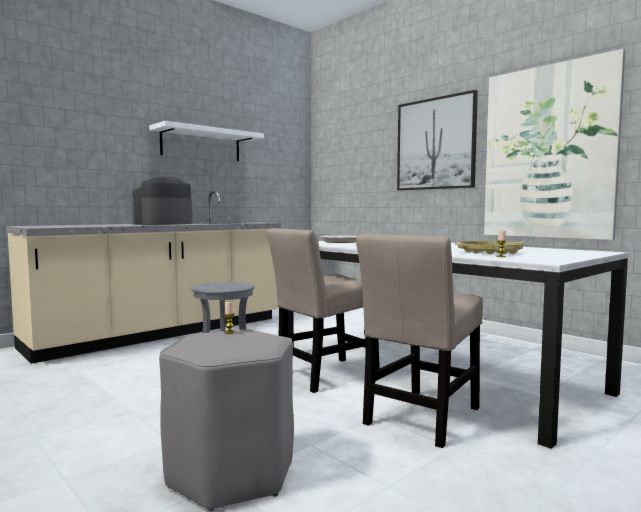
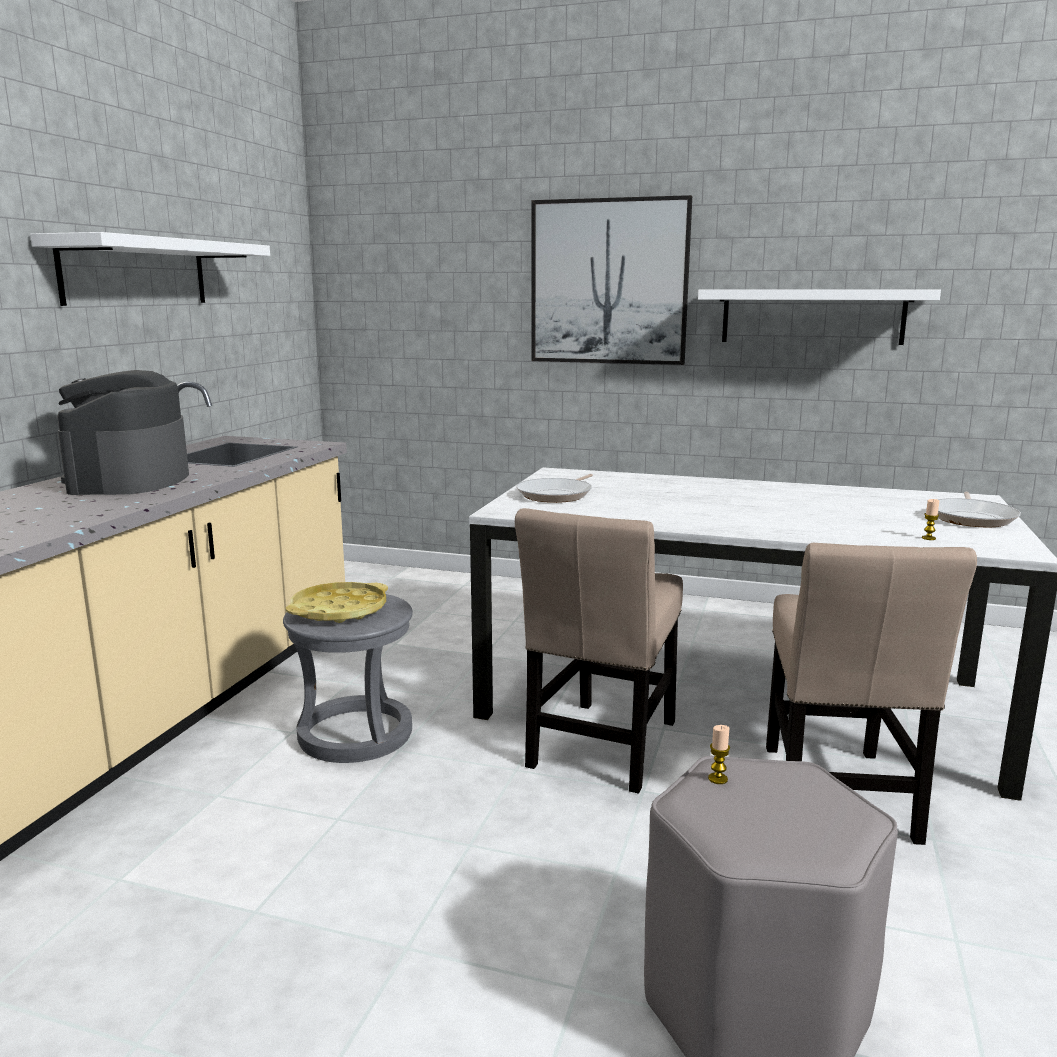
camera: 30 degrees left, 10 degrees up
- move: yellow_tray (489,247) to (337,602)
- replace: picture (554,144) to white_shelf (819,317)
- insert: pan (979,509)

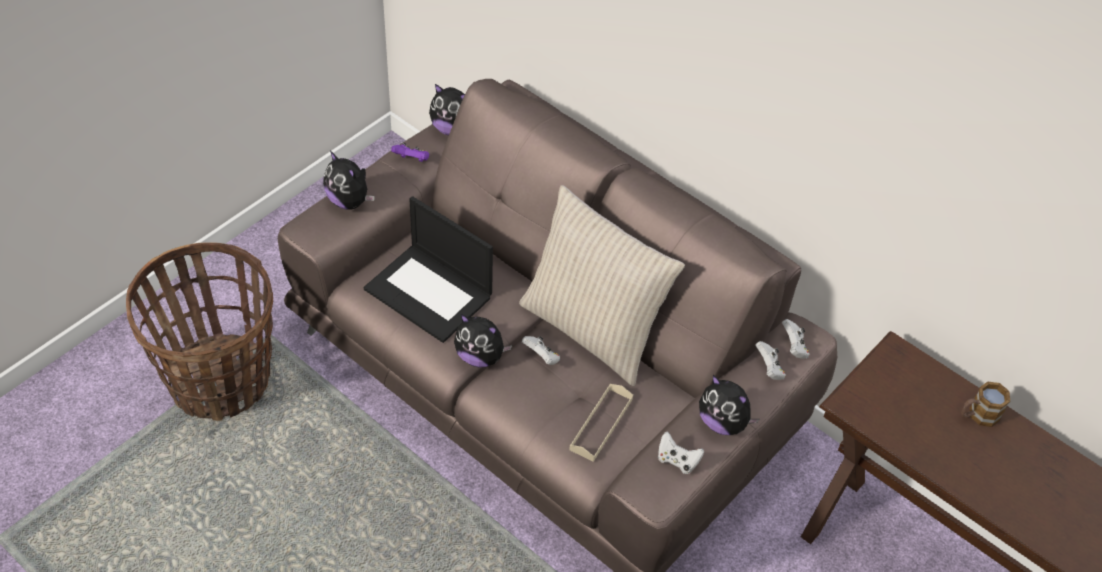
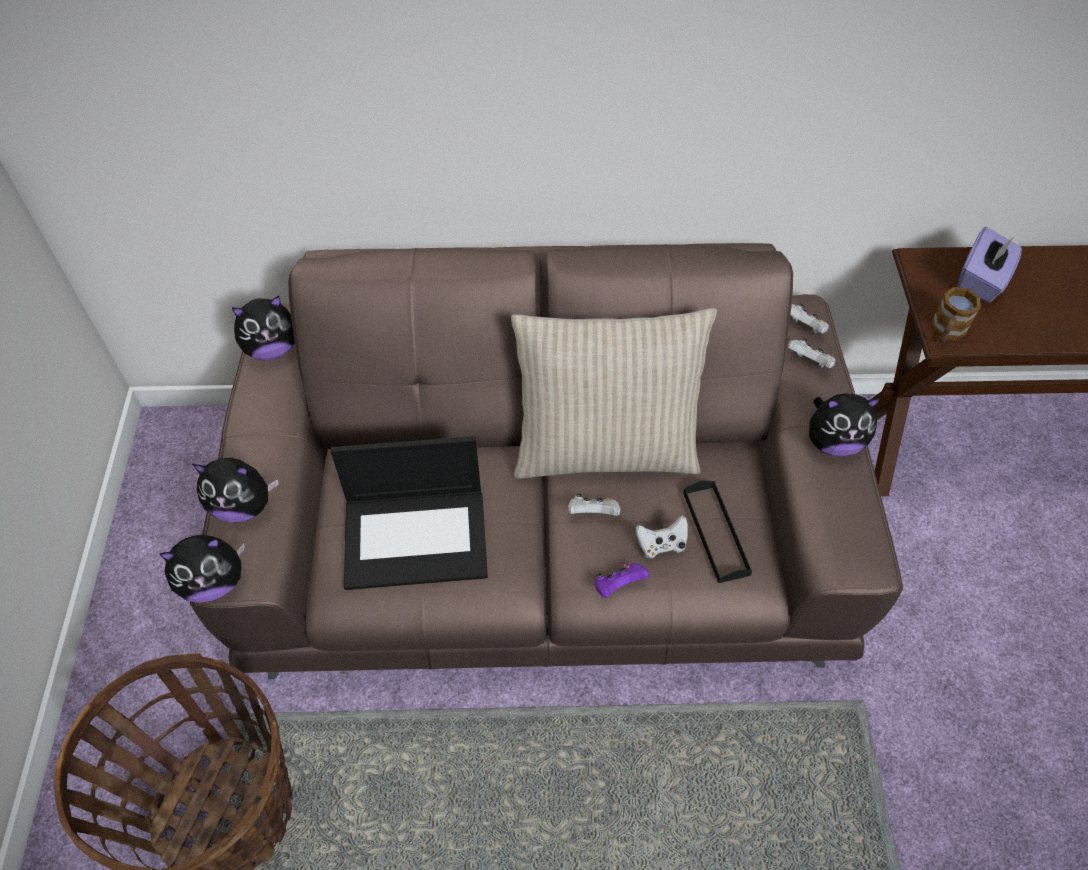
camera: 40 degrees left, 5 degrees up
- move: purplish_gamepad (410,152) to (622,580)
- move: soft_toy (483,340) to (202,569)
- recolor: sand-coloured_tray (601,423) to blackish_tray (717,531)
- move: white_gamepad (681,452) to (662,536)
- move: coffee_mug (985,404) to (956,315)
- insert: purplish_tissue_holder (989,265)

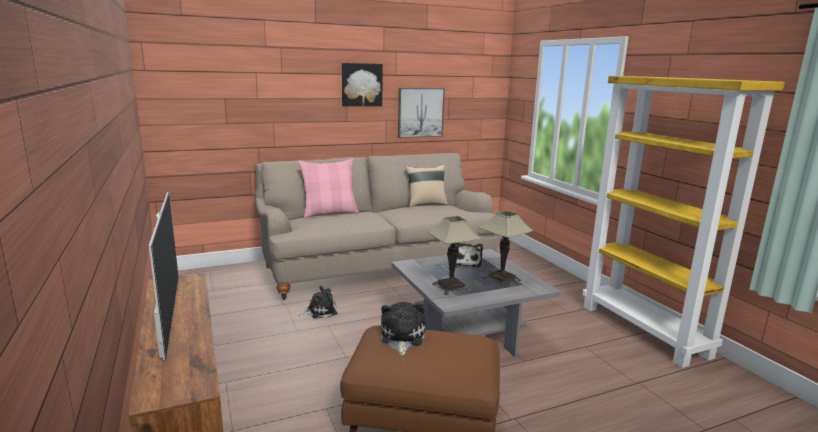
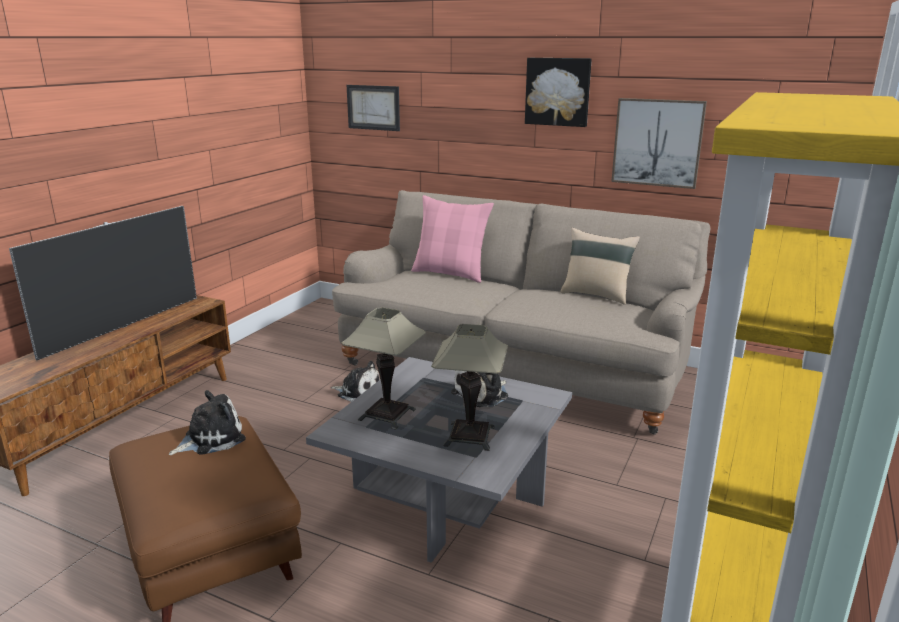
camera: 50 degrees right, 5 degrees up
- insert: picture (373,108)

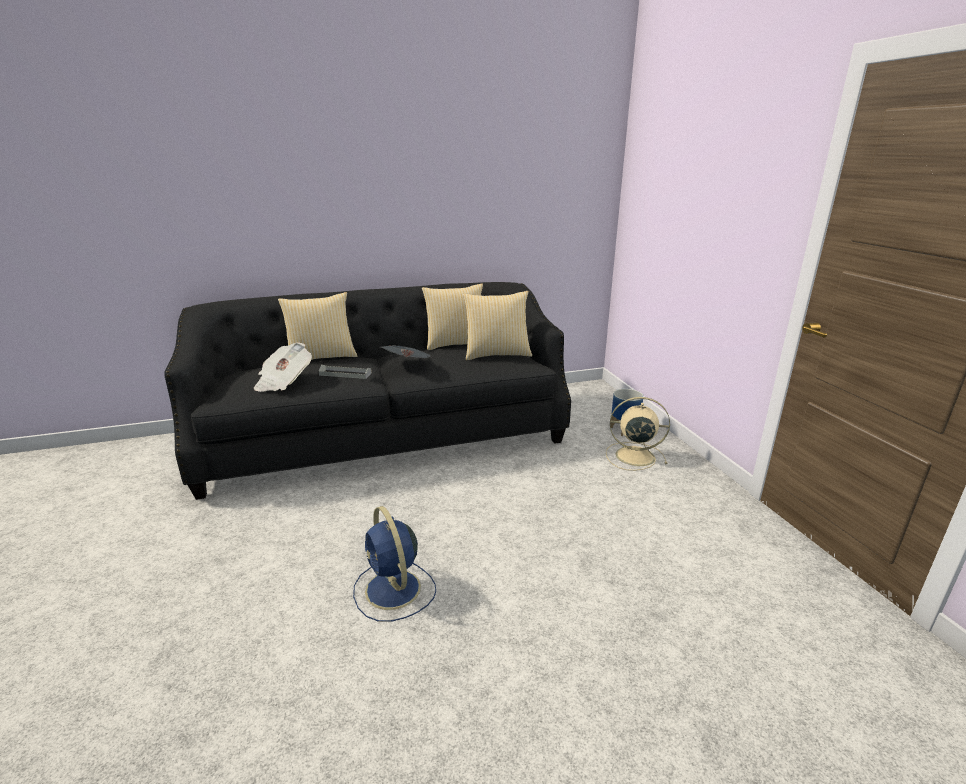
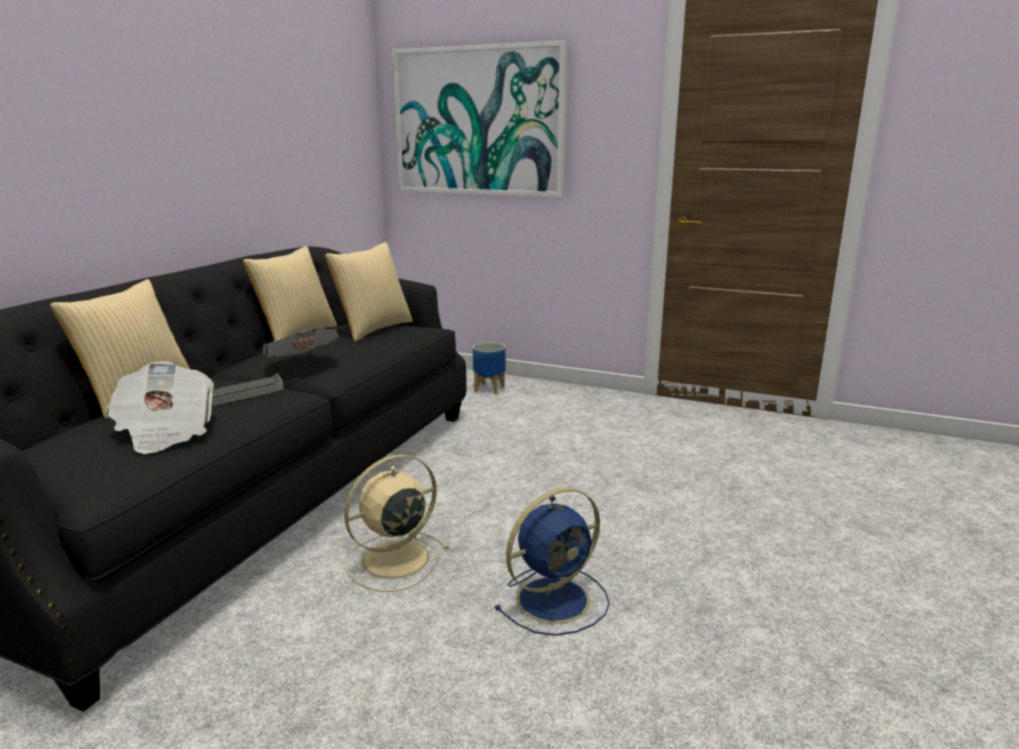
camera: 50 degrees left, 5 degrees down
- rotate: blue_fan (394,564) = (552,561) 45 degrees counterclockwise
- move: sand-coloured_fan (638,434) to (396,523)
- insert: picture (480,118)

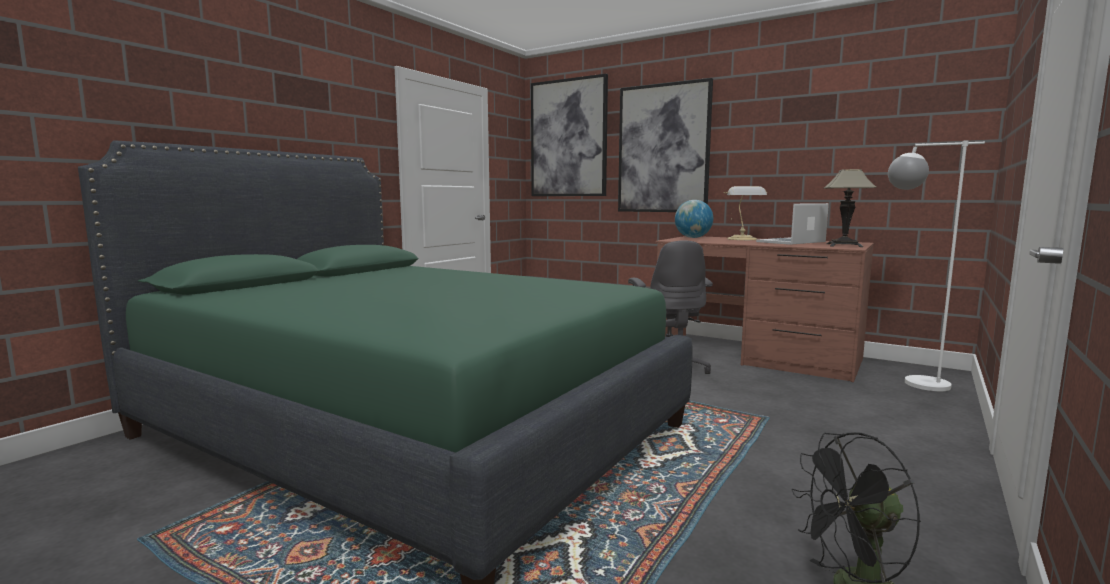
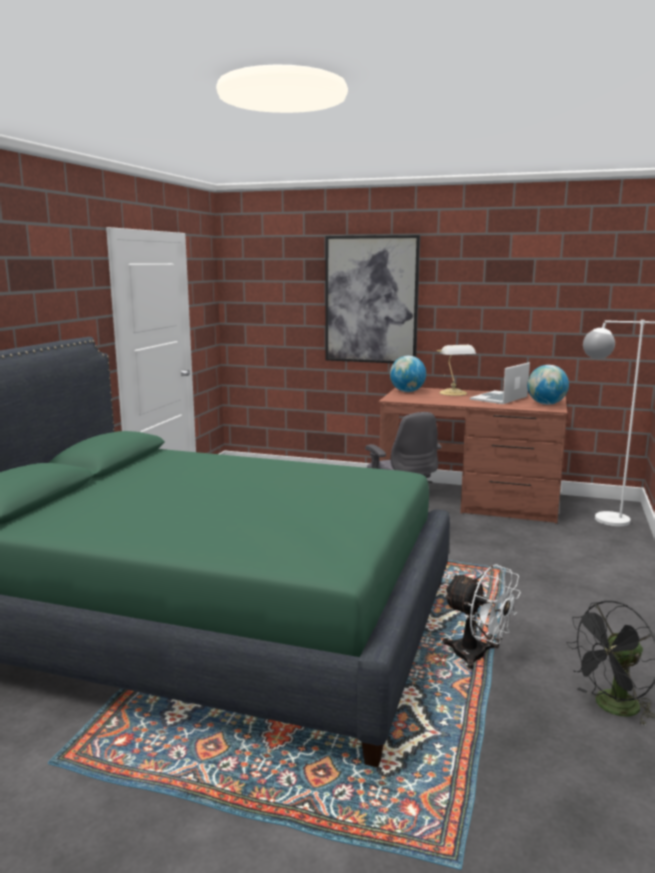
camera: 15 degrees left, 5 degrees up
- delete: picture (569,135)
- replace: tabletop_lamp (850,208) to desk_globe (548,385)
- insert: white_fan (482,616)

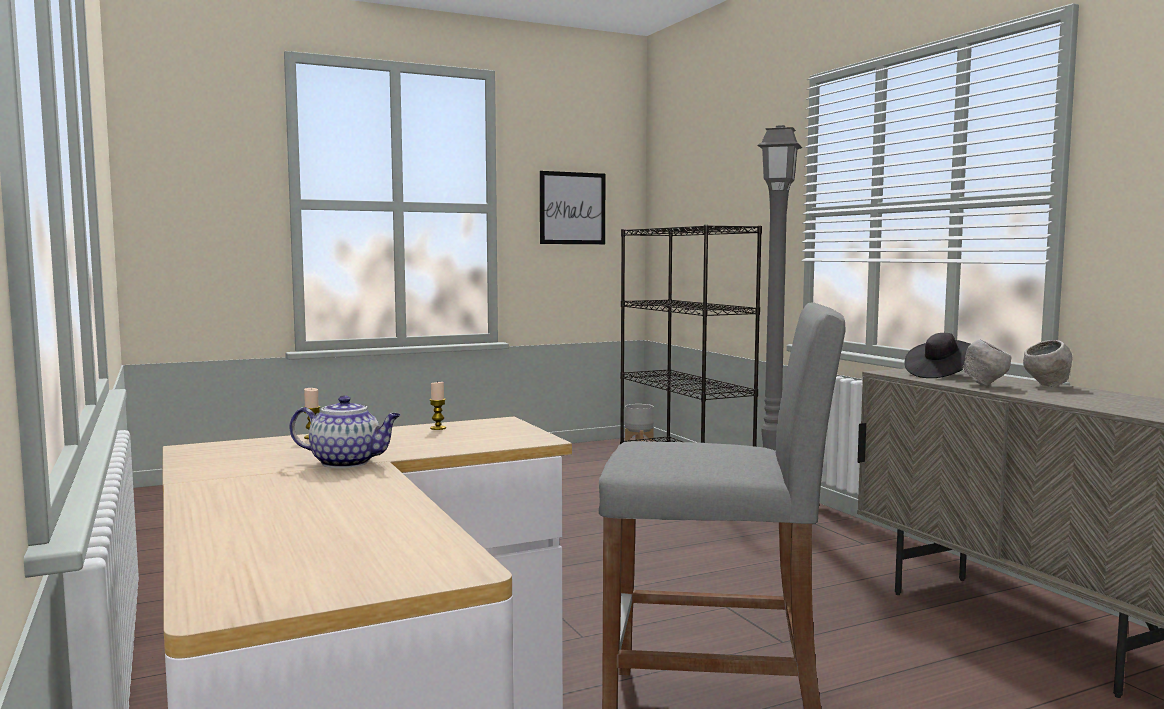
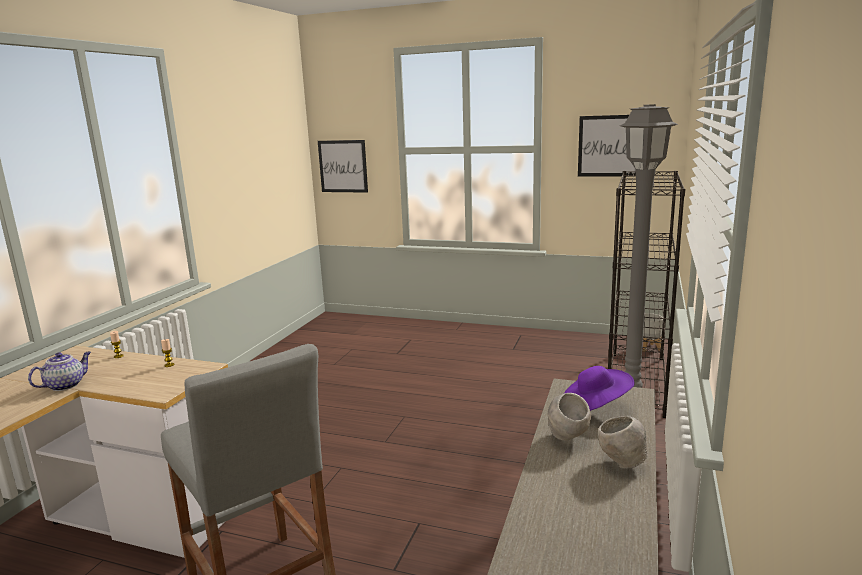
camera: 45 degrees right, 10 degrees up
- rotate: pot_for_tea (345,431) = (59,371) 105 degrees counterclockwise
- recolor: blackish_wearable_hat (937,355) to purplish_wearable_hat (599,388)
- insert: picture (343,166)

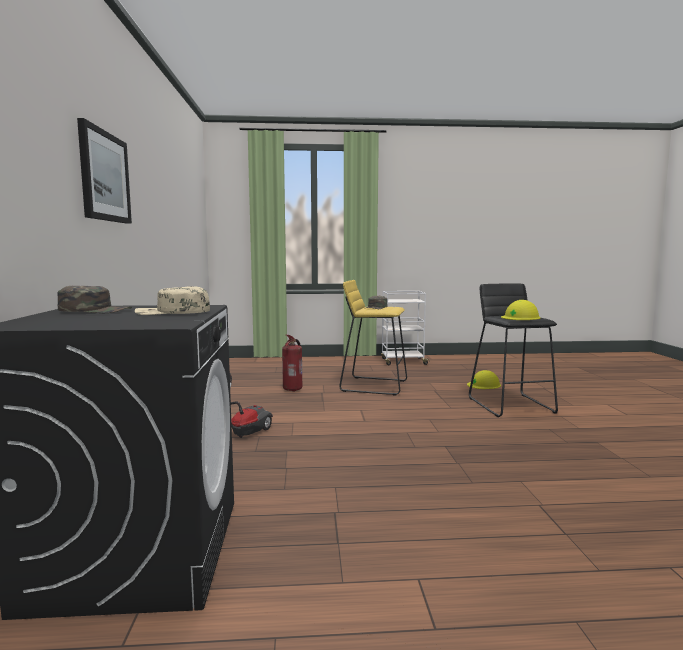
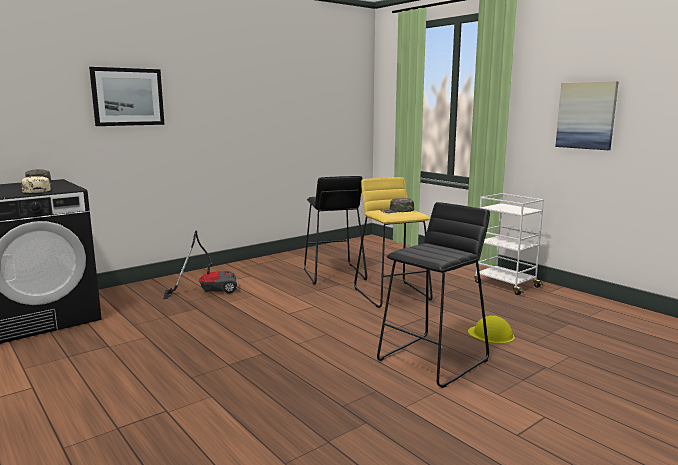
camera: 55 degrees right, 5 degrees up
- replace: fire_extinguisher (292,363) to blackish_stool_seat (335,230)
- delete: yellow_hard_hat (521,310)
- insert: picture (587,115)

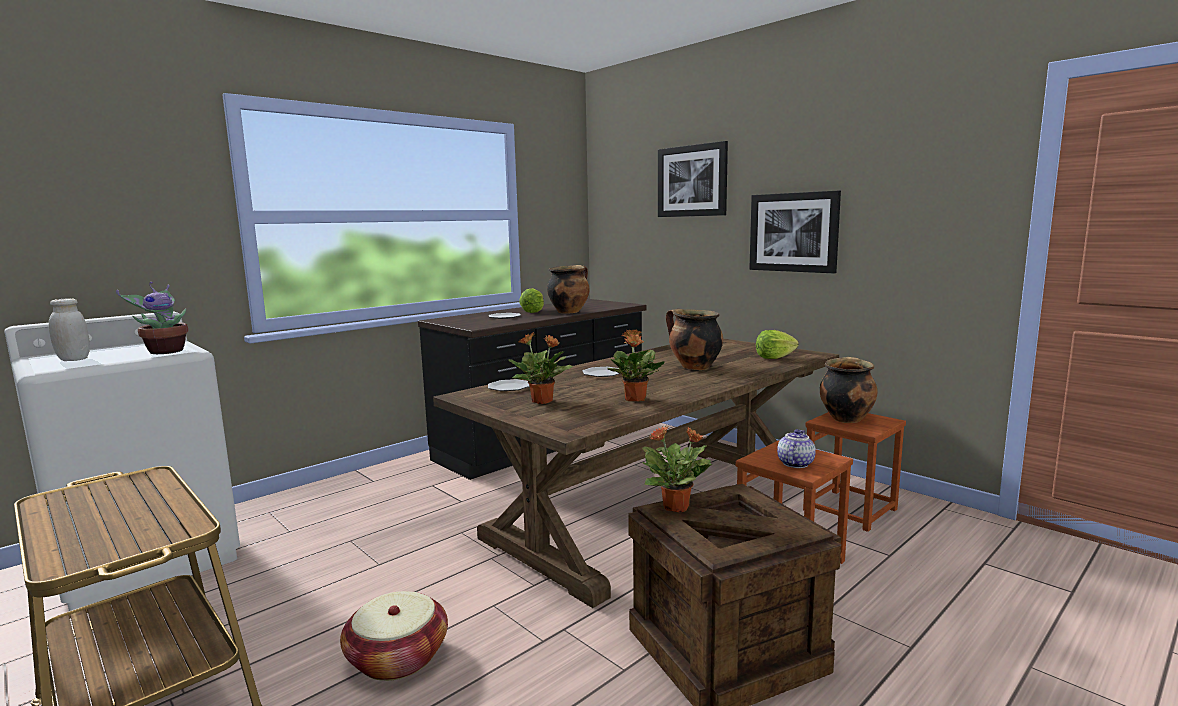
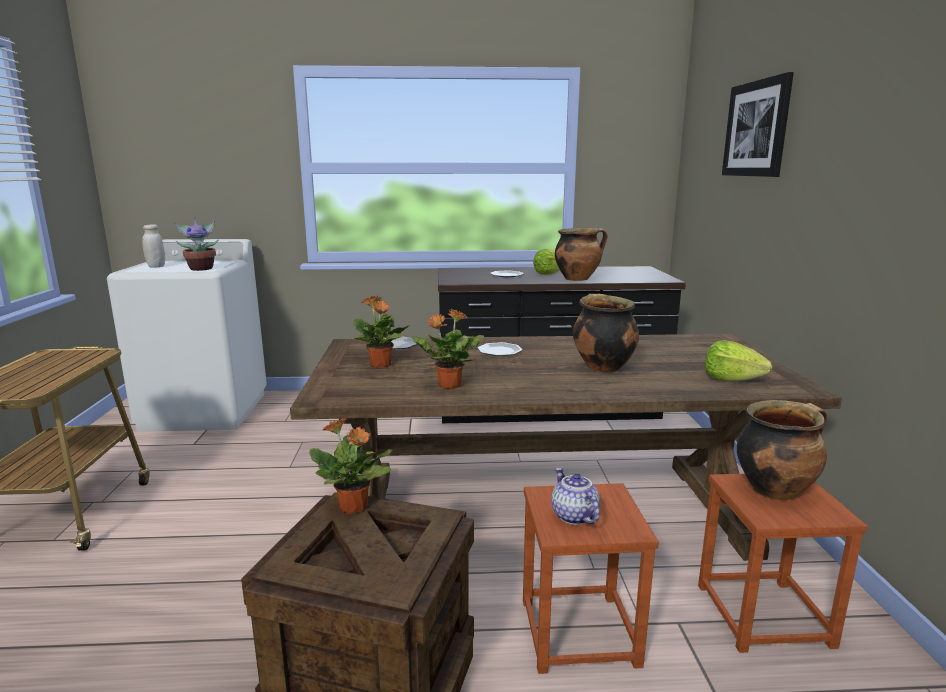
camera: 40 degrees right, 5 degrees up
- delete: household_basket (394,636)
- delete: picture (795,232)
- rotate: pot_for_tea (796,448) = (576,496) 90 degrees counterclockwise

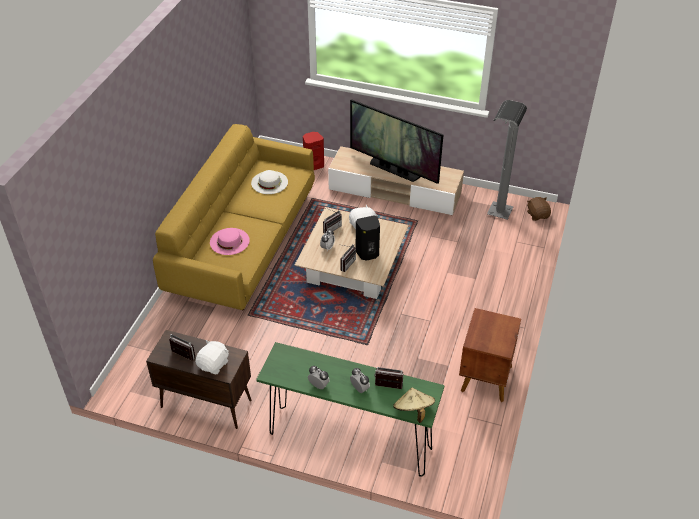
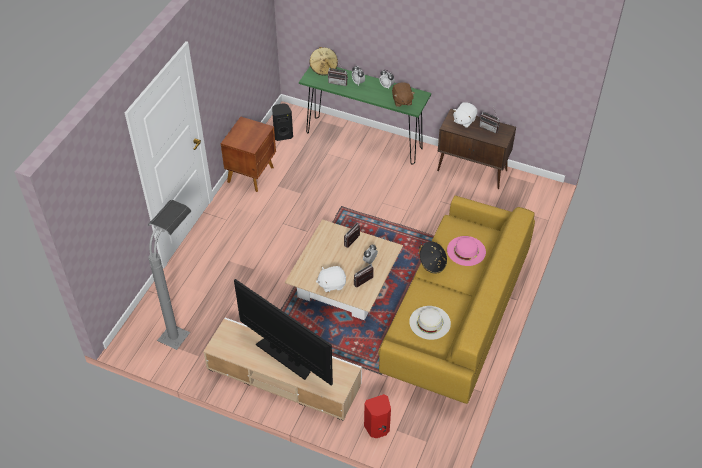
camera: 175 degrees left, 5 degrees up
- move: blackish_loudspeaker (368,238) to (282,122)
- move: brown_soft_toy (539,209) to (403,94)
- insert: blackish_wearable_hat (433,257)

